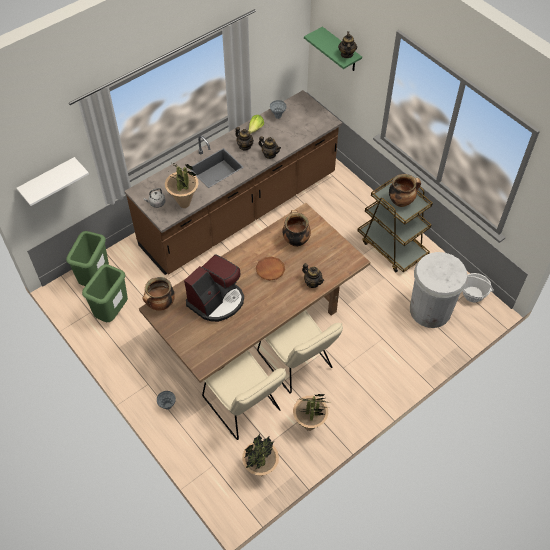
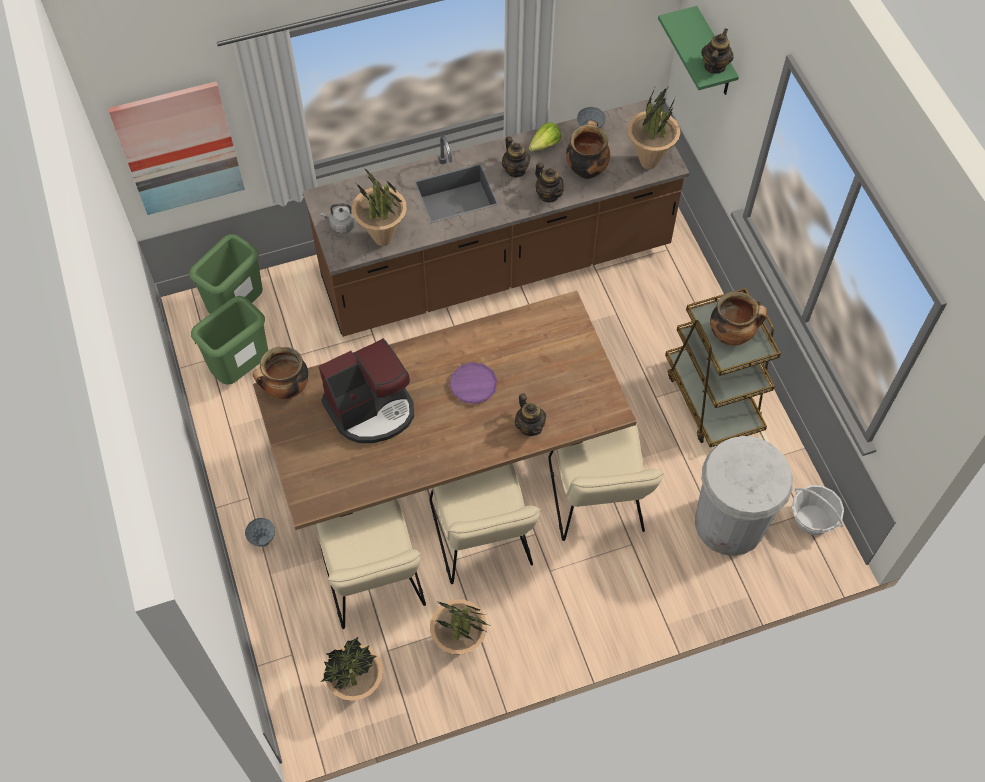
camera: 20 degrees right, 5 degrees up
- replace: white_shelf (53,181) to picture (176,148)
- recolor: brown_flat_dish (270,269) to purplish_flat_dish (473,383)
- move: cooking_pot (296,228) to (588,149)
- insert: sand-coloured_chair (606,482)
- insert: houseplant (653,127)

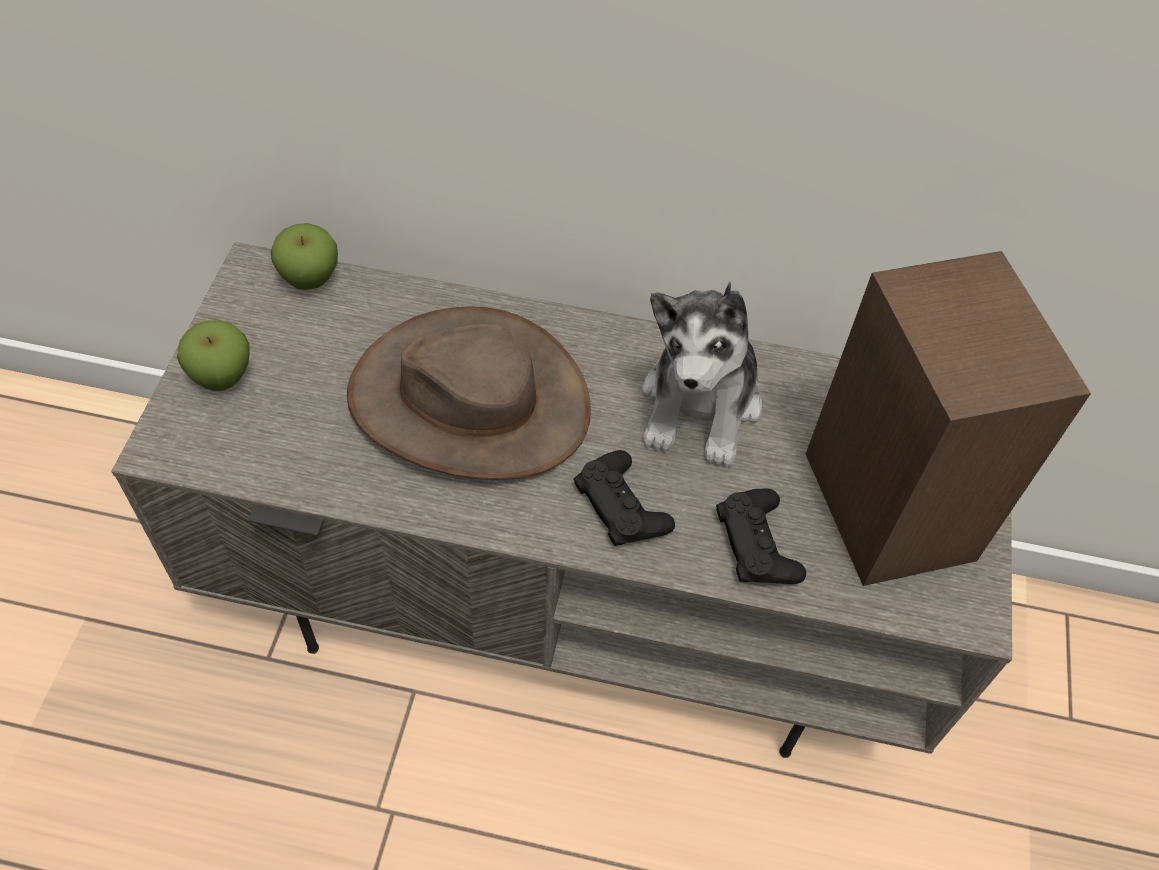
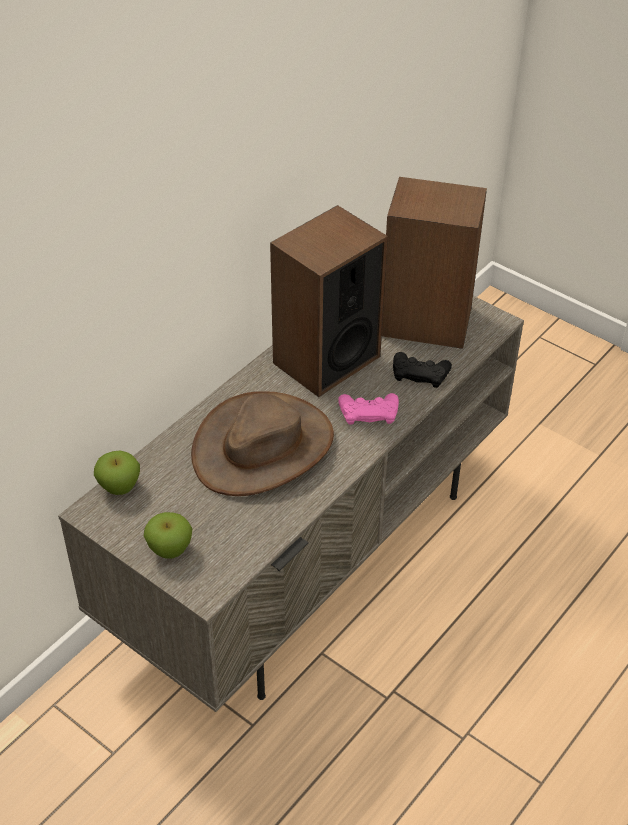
camera: 60 degrees left, 10 degrees down
- recolor: blackish_gamepad (624,498) to pink-coloured_gamepad (368,409)
- replace: soft_toy (702,374) to loudspeaker (329,301)

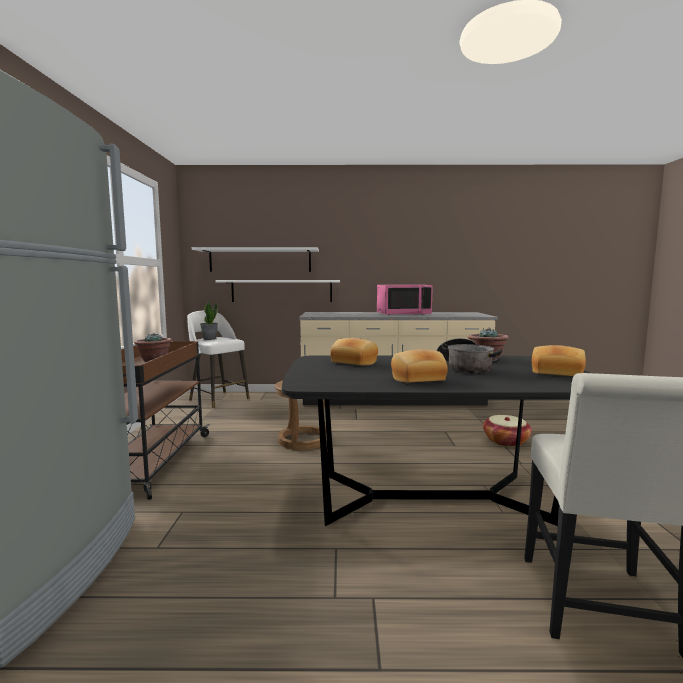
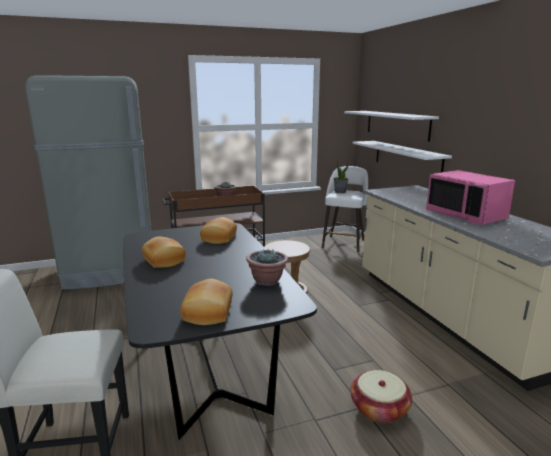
camera: 70 degrees right, 10 degrees up
- delete: cooking_pot (469,356)

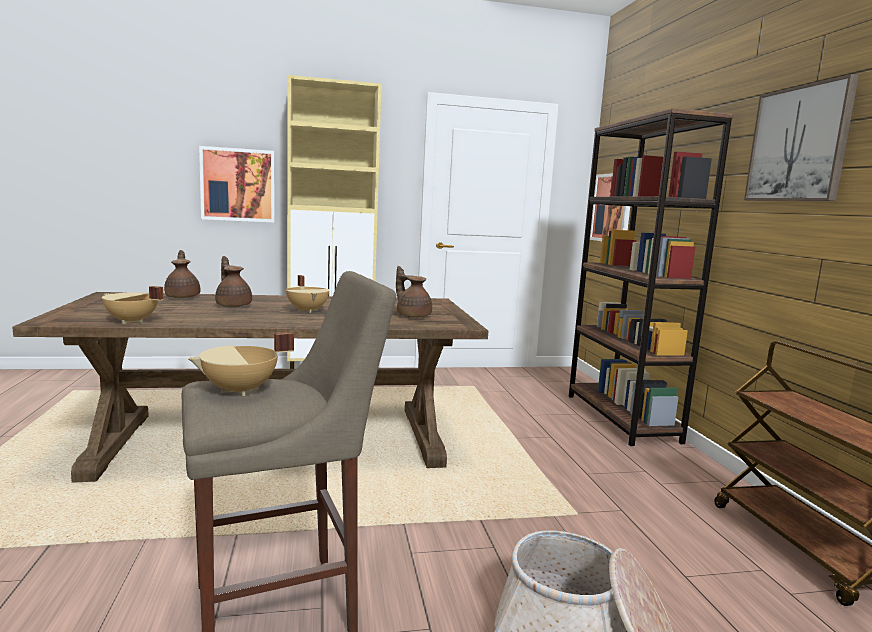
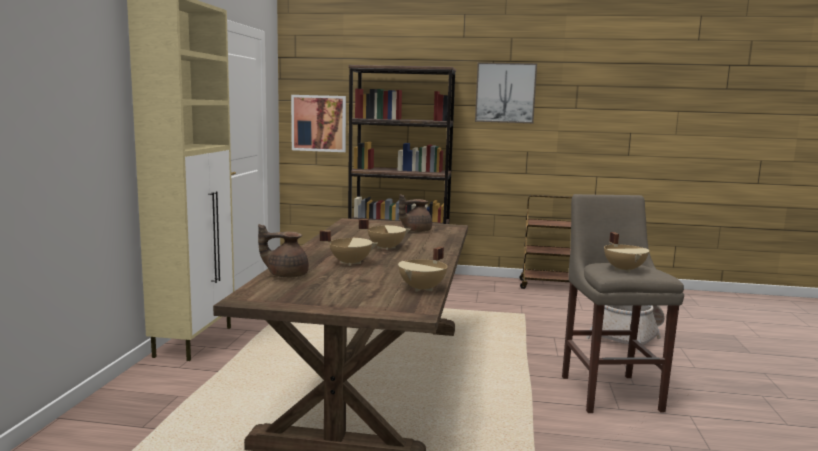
camera: 70 degrees left, 0 degrees up
- delete: picture (237,184)
- replace: brown_pot_for_tea (233,281) to sand-coloured_cooking_pot (349,248)

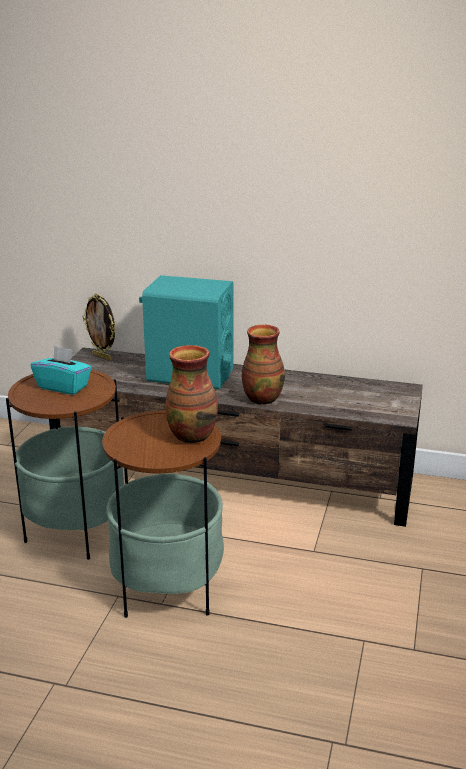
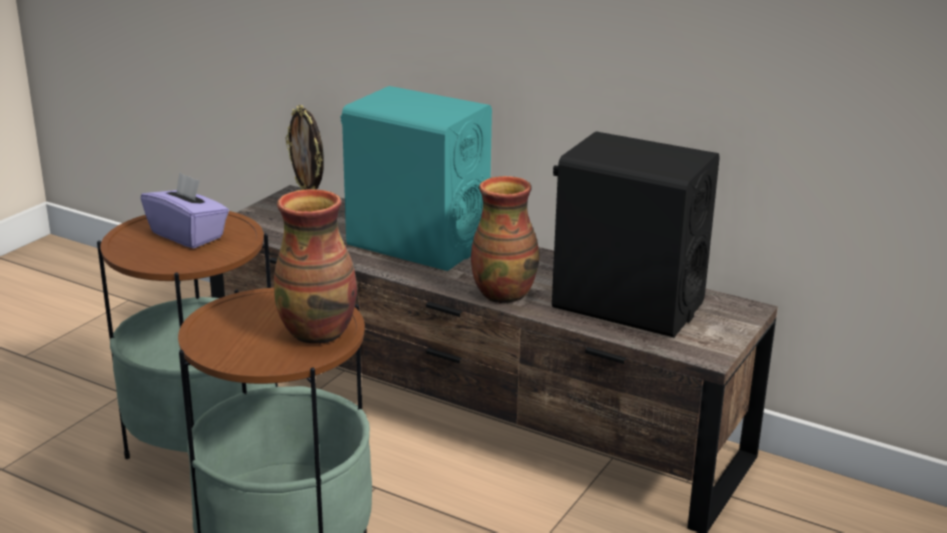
camera: 15 degrees right, 0 degrees up
- recolor: turquoise-coloured_tissue_holder (61,370) to purplish_tissue_holder (185,210)
- insert: blackish_loudspeaker (636,234)

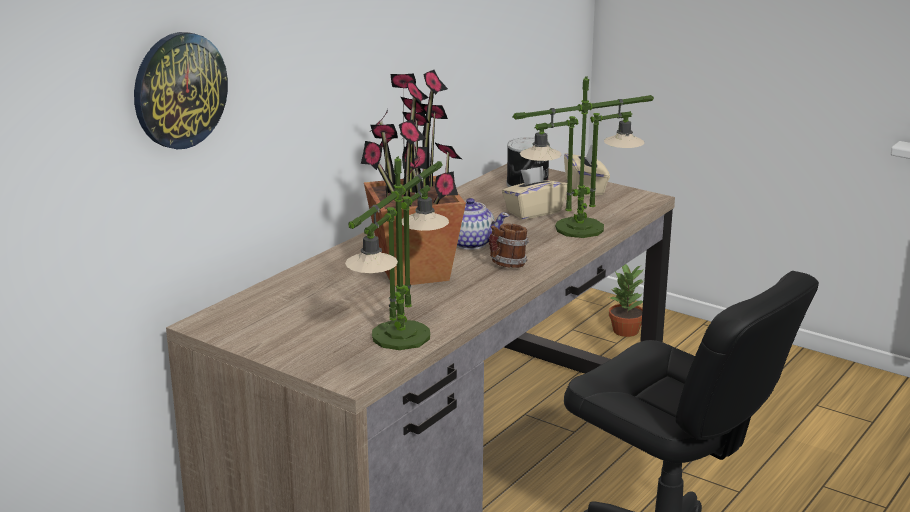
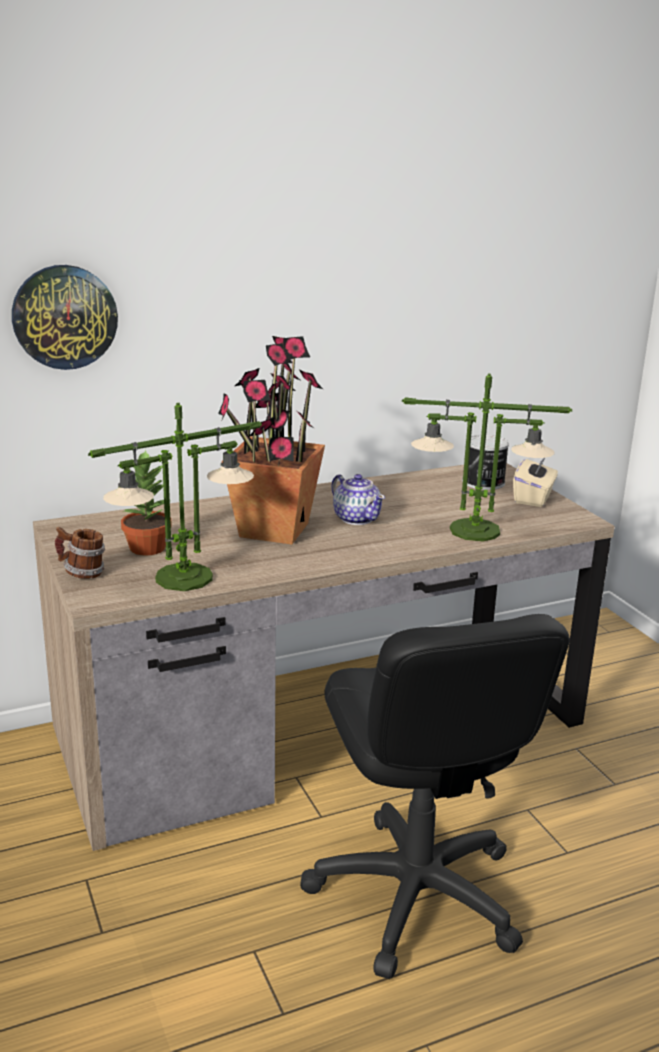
camera: 30 degrees right, 0 degrees up
- move: coffee_mug (509,246) to (80,553)
- delete: sand-coloured_tissue_holder (534,193)
- move: houseplant (626,300) to (146,503)

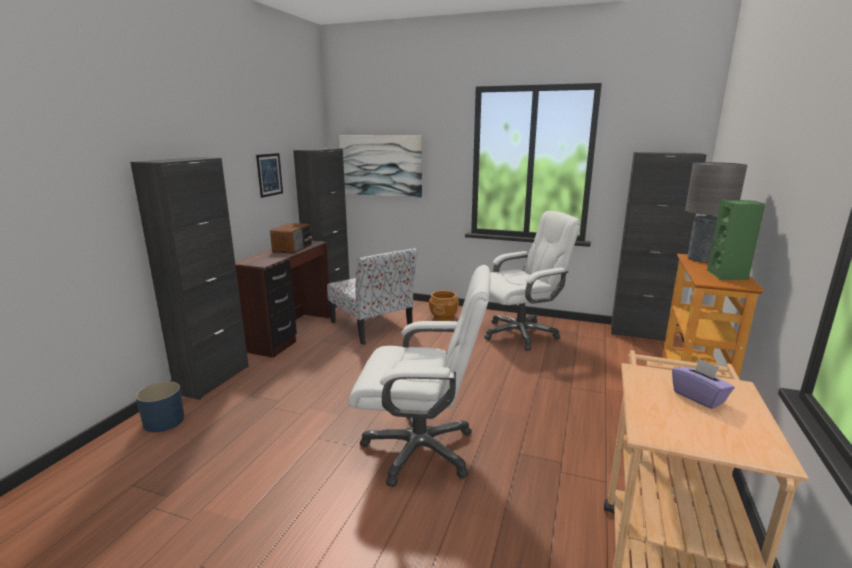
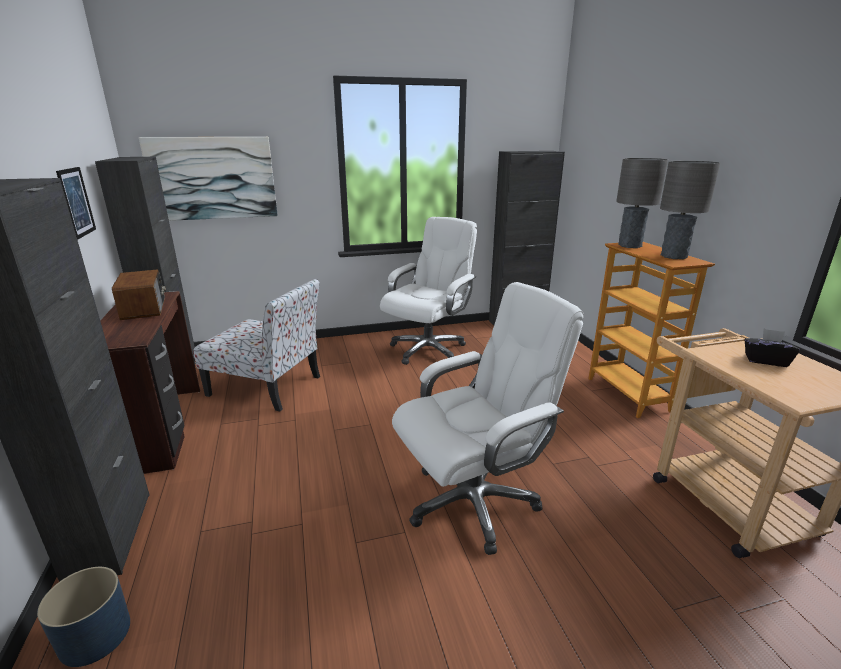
camera: 35 degrees left, 5 degrees up
- delete: brown_planter (444,305)
- recolor: purplish_tissue_holder (703,384) to blackish_tissue_holder (772,348)
- replace: green-coloured_loudspeaker (736,239) to grey_tabletop_lamp (690,210)

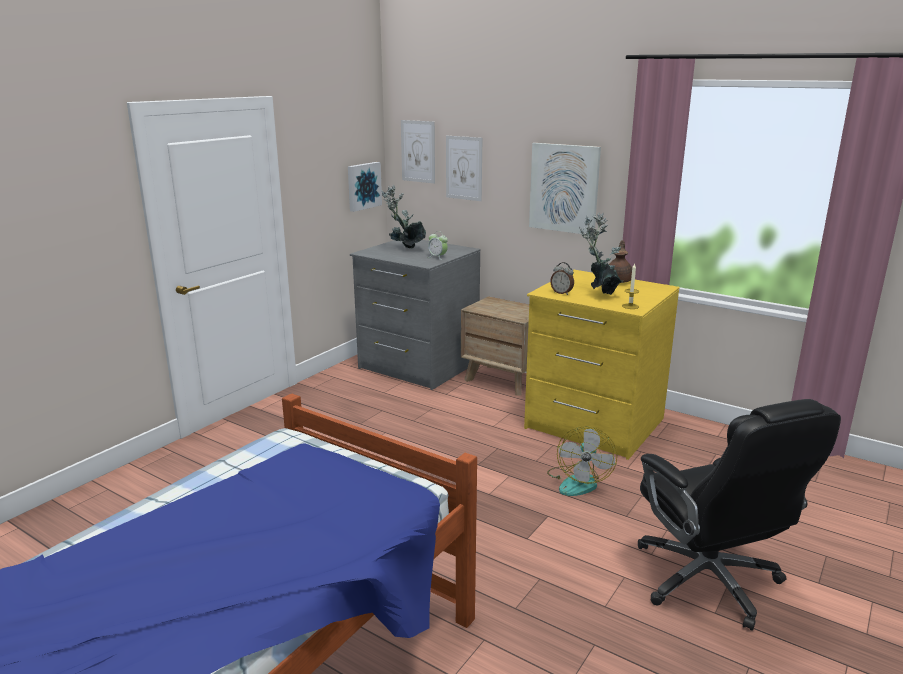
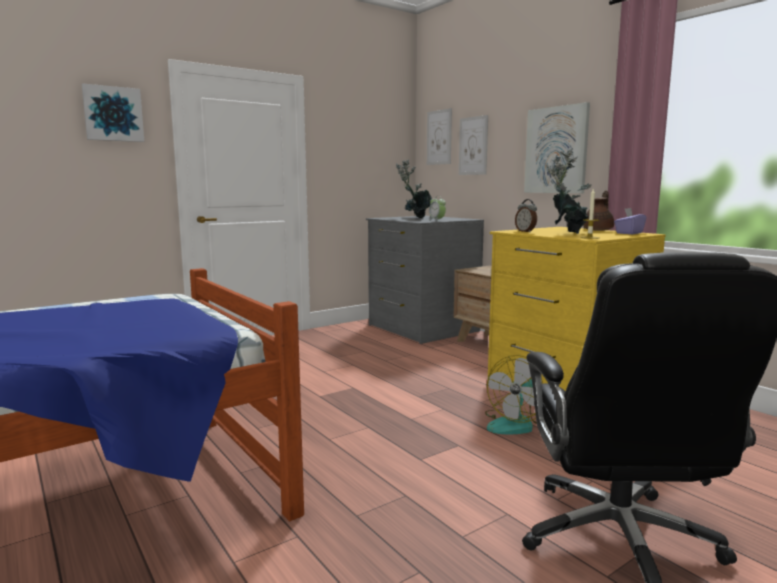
camera: 20 degrees right, 10 degrees down
- move: picture (365,187) to (113,112)
- insert: purplish_tissue_holder (630,221)

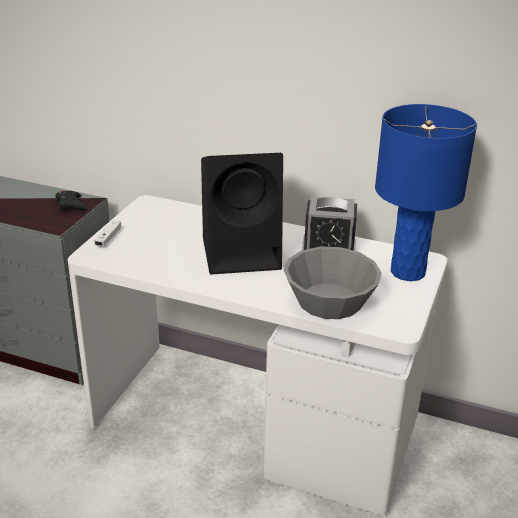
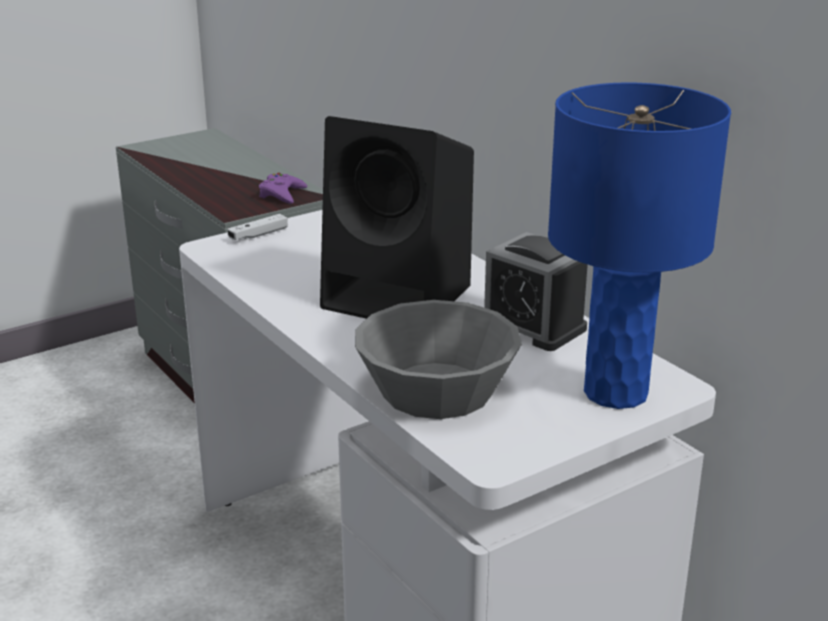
camera: 35 degrees right, 5 degrees down
- recolor: blackish_gamepad (71,201) to purplish_gamepad (283,188)

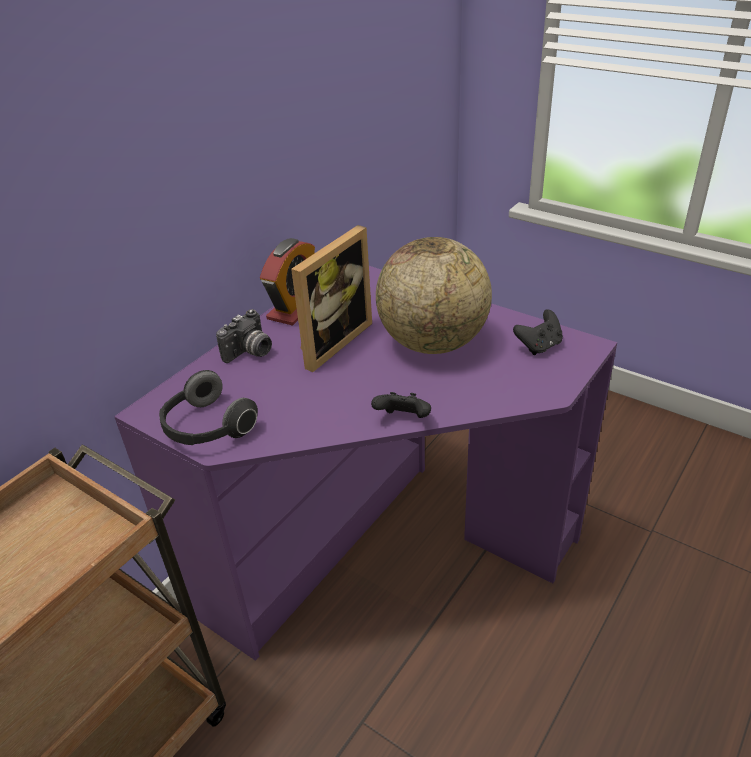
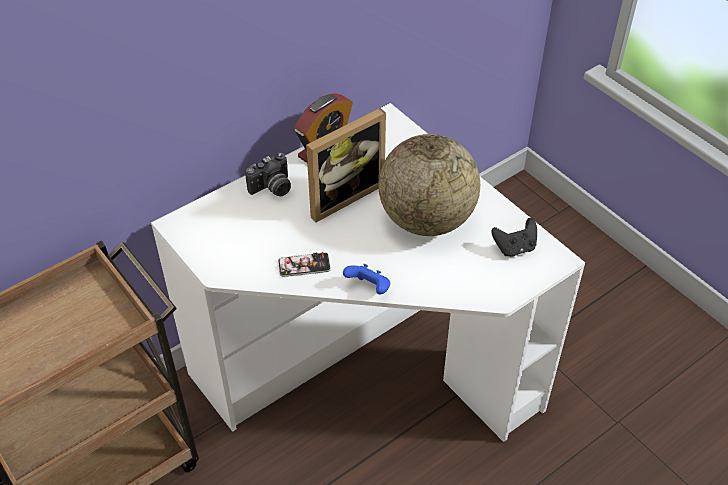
camera: 15 degrees right, 10 degrees up
- recolor: purplish_desk_unit (365,463) to white_desk_unit (368,272)
- delete: headphones (208,407)
- recolor: blackish_gamepad (401,405) to blue_gamepad (366,279)
- insert: handset (304,264)

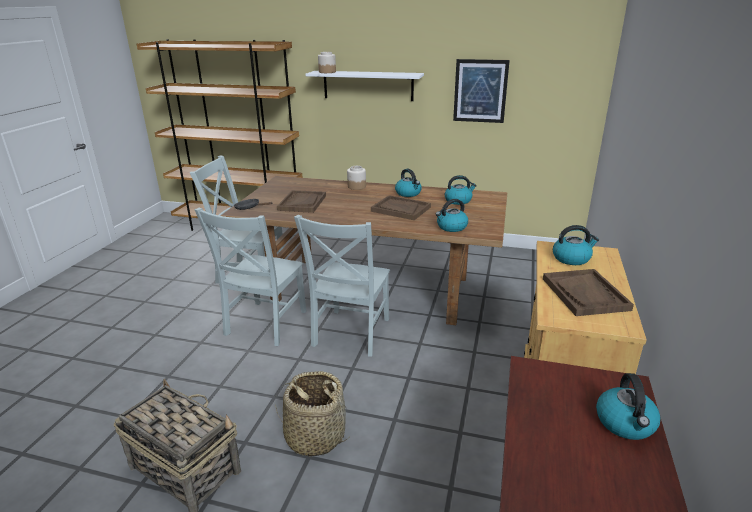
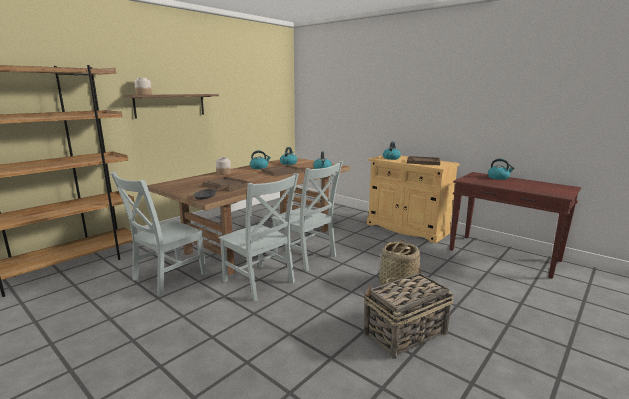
camera: 65 degrees left, 10 degrees down
- recolor: white_shelf (365,86) to brown_shelf (171,106)
- delete: picture (481,91)

